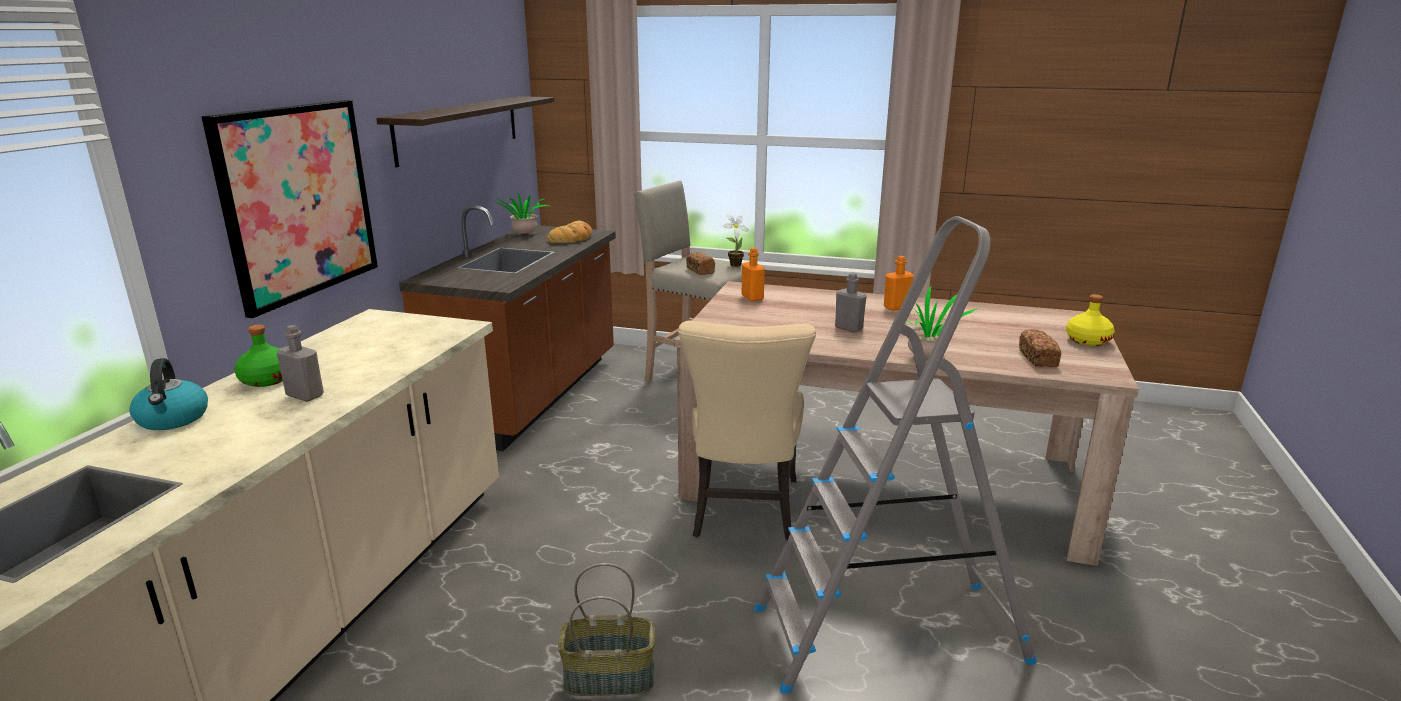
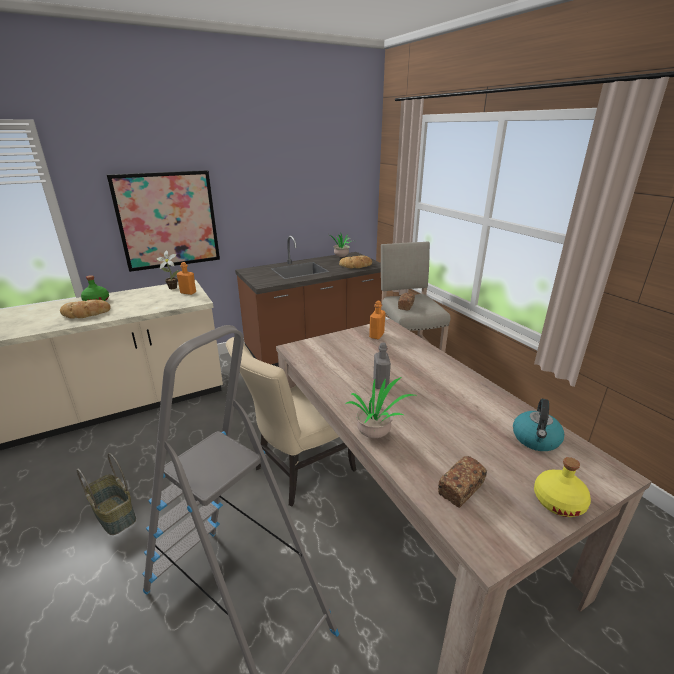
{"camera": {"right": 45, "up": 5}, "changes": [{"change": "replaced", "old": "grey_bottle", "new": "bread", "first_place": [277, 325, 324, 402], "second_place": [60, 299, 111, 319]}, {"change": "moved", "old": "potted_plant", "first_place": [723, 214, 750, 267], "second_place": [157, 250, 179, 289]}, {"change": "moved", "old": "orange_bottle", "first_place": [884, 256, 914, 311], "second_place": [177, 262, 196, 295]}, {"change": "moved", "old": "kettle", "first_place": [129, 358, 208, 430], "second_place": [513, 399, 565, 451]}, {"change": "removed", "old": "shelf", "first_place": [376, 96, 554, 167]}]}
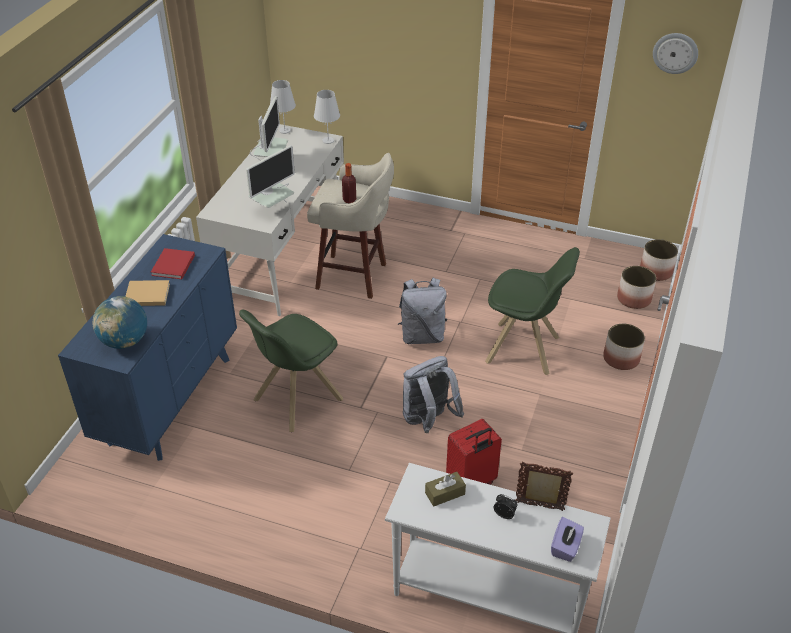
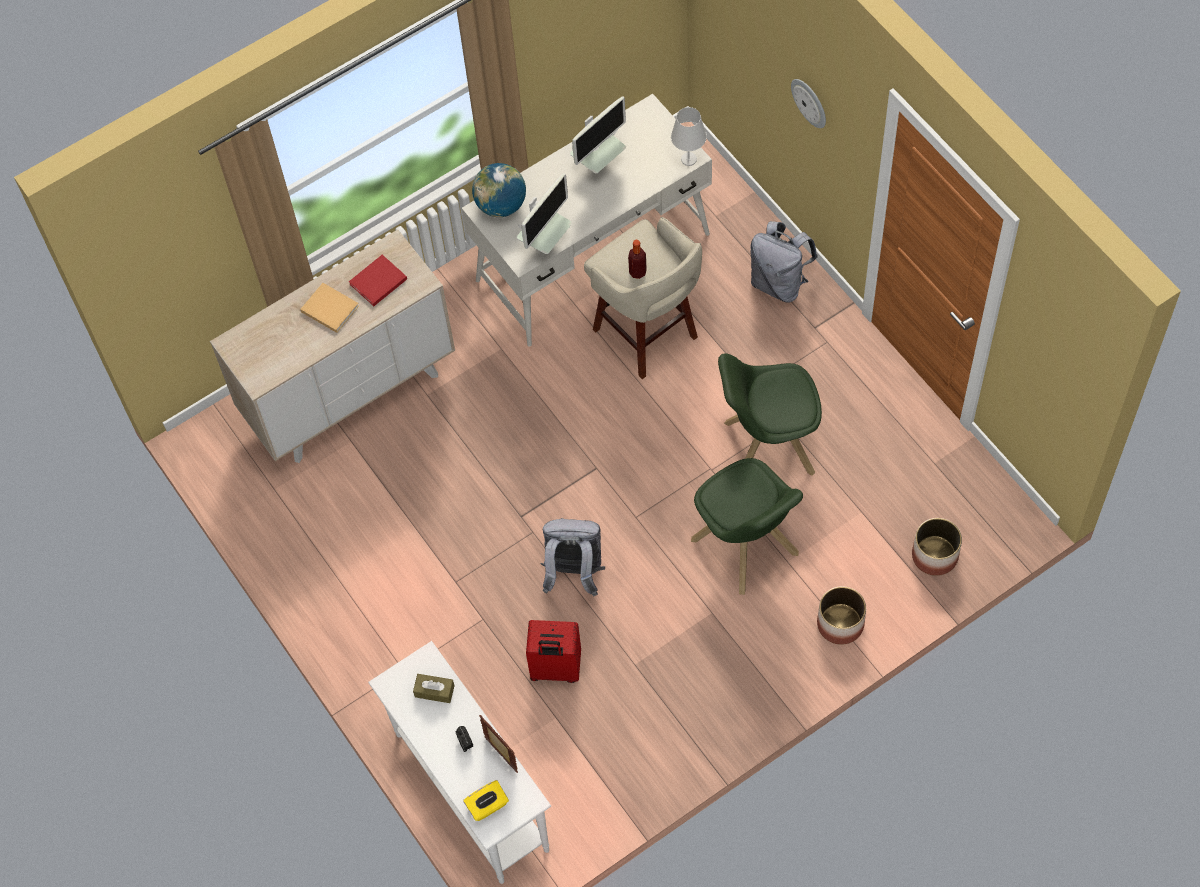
{"camera": {"right": 40, "up": 20}, "changes": [{"change": "recoloured", "old": "blue_dresser", "new": "white_dresser", "first_place": [58, 234, 237, 461], "second_place": [210, 229, 455, 463]}, {"change": "recoloured", "old": "purple_tissue_box", "new": "yellow_tissue_box", "first_place": [551, 517, 584, 562], "second_place": [463, 780, 509, 821]}, {"change": "moved", "old": "globe", "first_place": [93, 296, 147, 349], "second_place": [472, 163, 526, 217]}, {"change": "turned", "old": "monitor", "first_place": [246, 145, 295, 208], "second_place": [517, 173, 572, 254], "degrees": -45}, {"change": "moved", "old": "green_chair", "first_place": [239, 309, 343, 432], "second_place": [718, 353, 822, 476]}, {"change": "moved", "old": "grey_backpack", "first_place": [398, 278, 447, 344], "second_place": [750, 221, 818, 303]}, {"change": "moved", "old": "wall_clock", "first_place": [653, 33, 698, 74], "second_place": [791, 79, 826, 128]}, {"change": "removed", "old": "white_table_lamp", "first_place": [270, 80, 296, 134]}, {"change": "removed", "old": "planter", "first_place": [640, 239, 678, 281]}]}
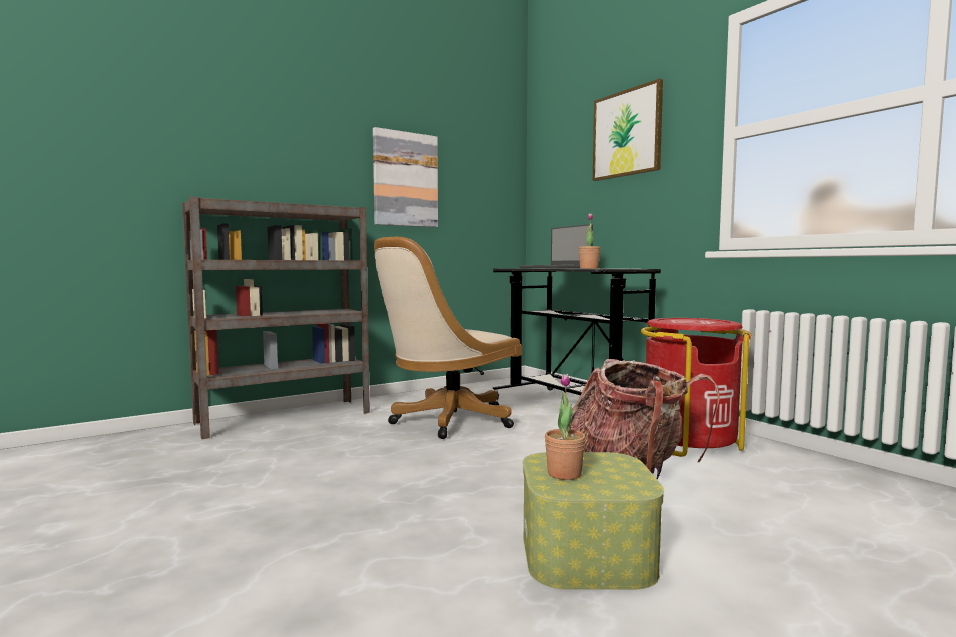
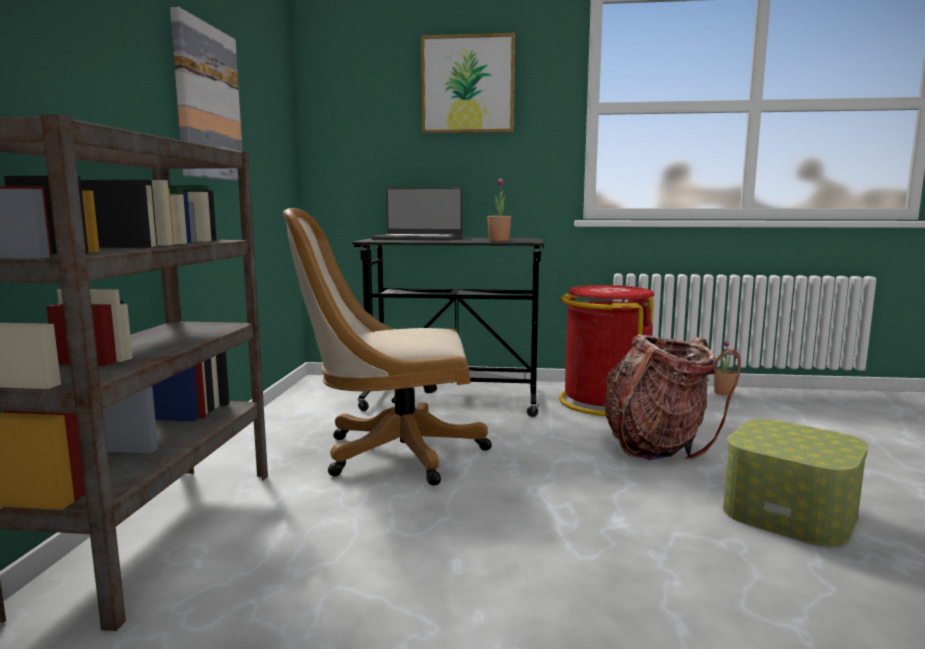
{"camera": {"right": -50, "up": 5}, "changes": [{"change": "turned", "old": "office_chair", "first_place": [374, 237, 522, 439], "second_place": [283, 208, 492, 486], "degrees": 90}, {"change": "moved", "old": "potted_plant", "first_place": [545, 374, 586, 480], "second_place": [714, 340, 737, 395]}]}
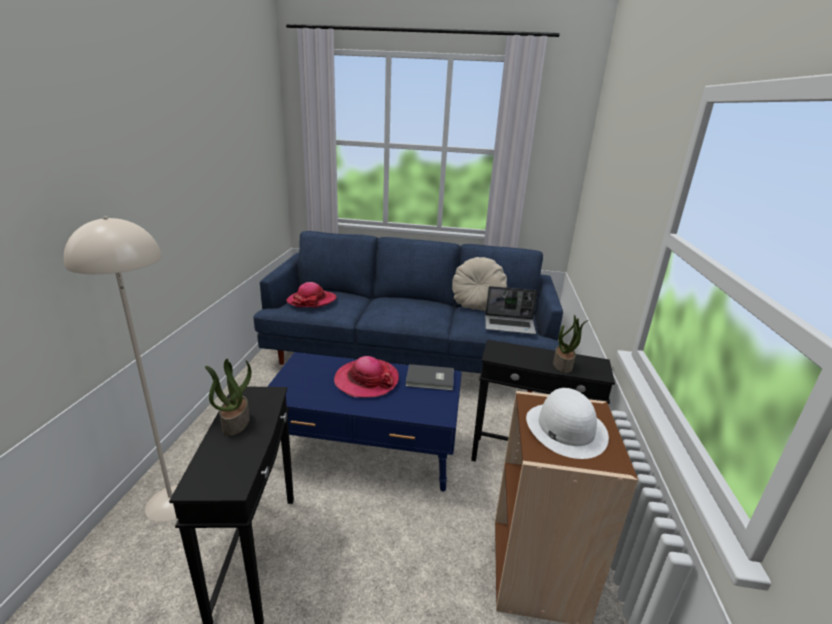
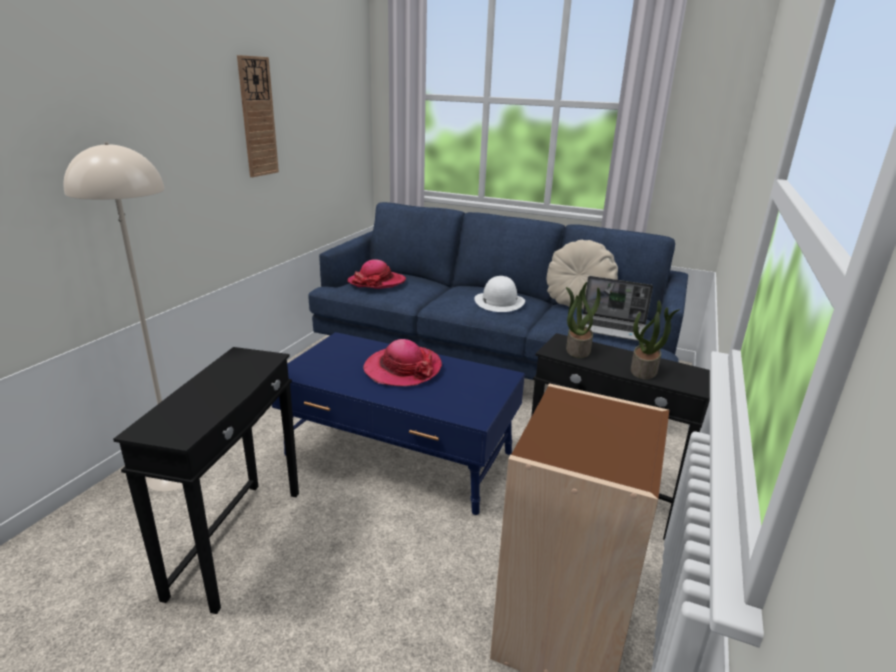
{"camera": {"right": 15, "up": 0}, "changes": [{"change": "added", "new": "wall_clock", "second_place": [237, 55, 279, 177]}, {"change": "moved", "old": "white_hat", "first_place": [526, 388, 609, 459], "second_place": [474, 276, 525, 312]}, {"change": "moved", "old": "potted_plant", "first_place": [205, 359, 252, 436], "second_place": [566, 282, 601, 358]}, {"change": "removed", "old": "grey_book", "first_place": [406, 364, 454, 391]}]}
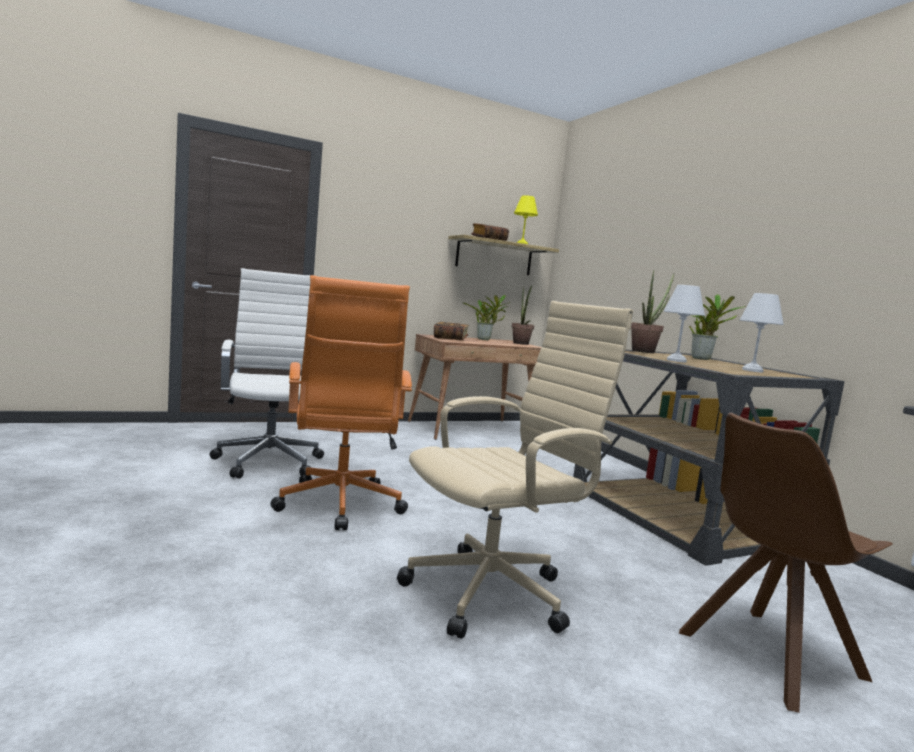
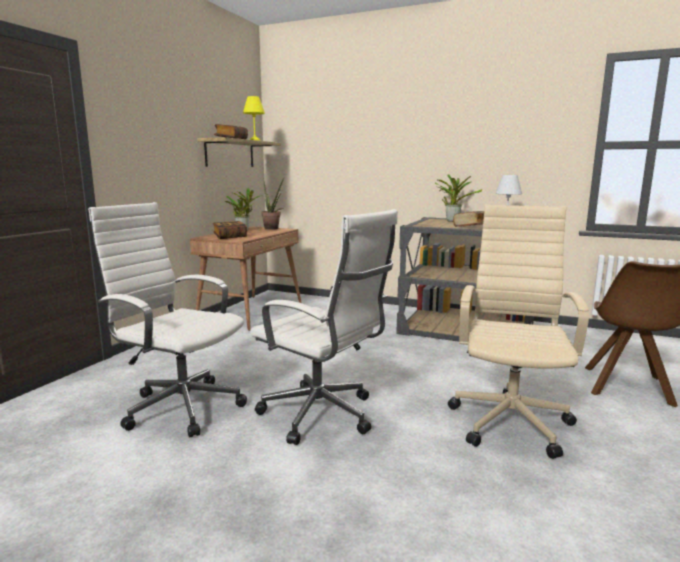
{"camera": {"right": -40, "up": 5}, "changes": [{"change": "recoloured", "old": "orange_office_chair", "new": "white_office_chair", "first_place": [270, 275, 412, 530], "second_place": [250, 209, 398, 445]}, {"change": "replaced", "old": "white_table_lamp", "new": "book", "first_place": [664, 285, 705, 363], "second_place": [453, 211, 484, 227]}, {"change": "removed", "old": "potted_plant", "first_place": [631, 271, 674, 353]}]}
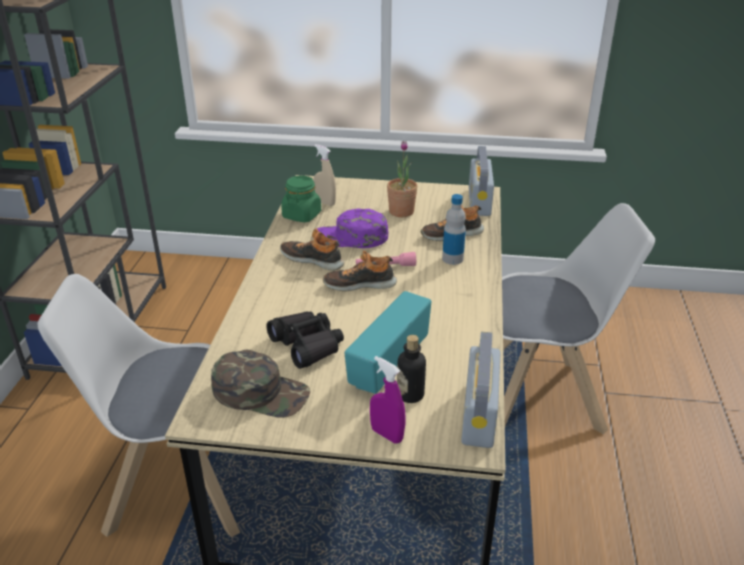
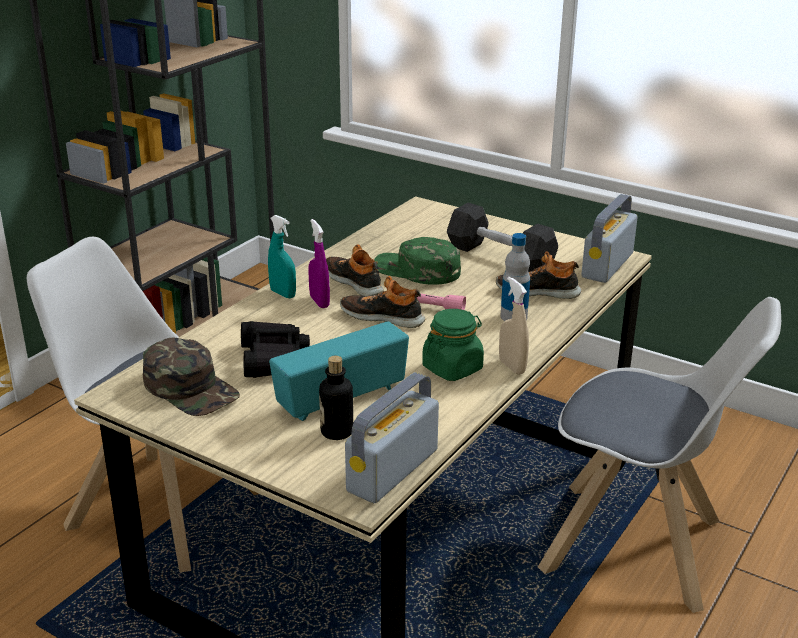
{"camera": {"right": 25, "up": -5}, "changes": [{"change": "added", "new": "turquoise_spray_bottle", "second_place": [268, 215, 296, 298]}, {"change": "moved", "old": "purple_spray_bottle", "first_place": [370, 356, 406, 444], "second_place": [308, 219, 330, 308]}, {"change": "recoloured", "old": "purple_cap", "new": "green_cap", "first_place": [317, 209, 388, 248], "second_place": [374, 237, 461, 285]}, {"change": "moved", "old": "green_jar", "first_place": [281, 176, 321, 222], "second_place": [422, 309, 484, 381]}, {"change": "replaced", "old": "potted_plant", "new": "black_dumbbell", "first_place": [387, 141, 418, 217], "second_place": [447, 203, 558, 272]}, {"change": "moved", "old": "beige_spray_bottle", "first_place": [313, 144, 336, 206], "second_place": [499, 277, 529, 375]}]}
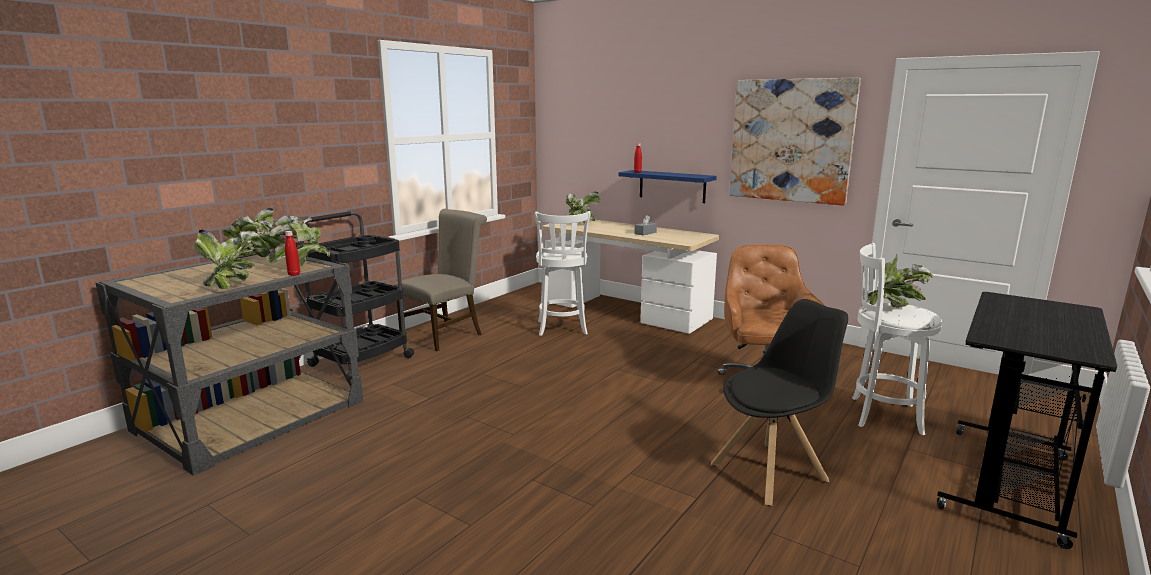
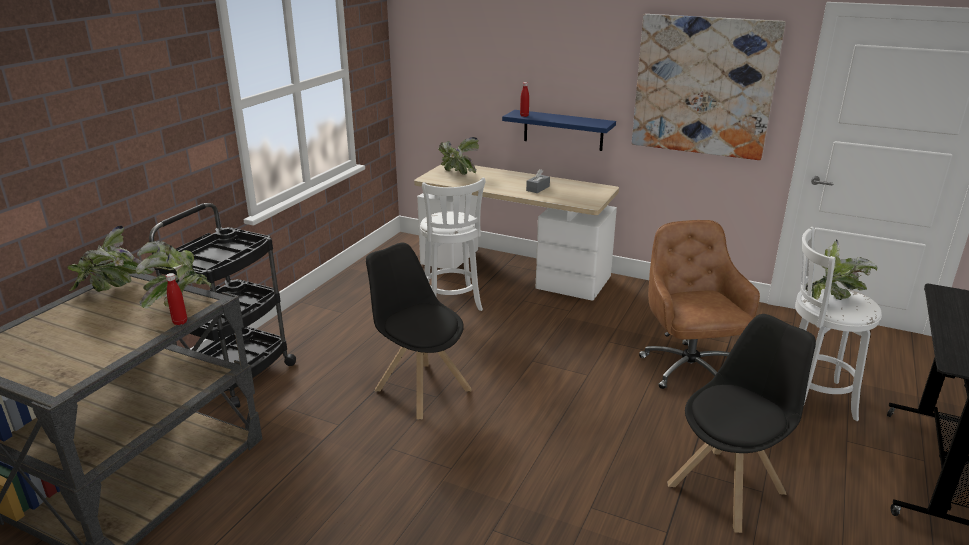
{"camera": {"right": -10, "up": 10}, "changes": [{"change": "added", "new": "black_chair", "second_place": [366, 242, 471, 420]}, {"change": "removed", "old": "potted_plant", "first_place": [194, 230, 260, 289]}, {"change": "removed", "old": "beige_chair", "first_place": [393, 209, 487, 351]}]}
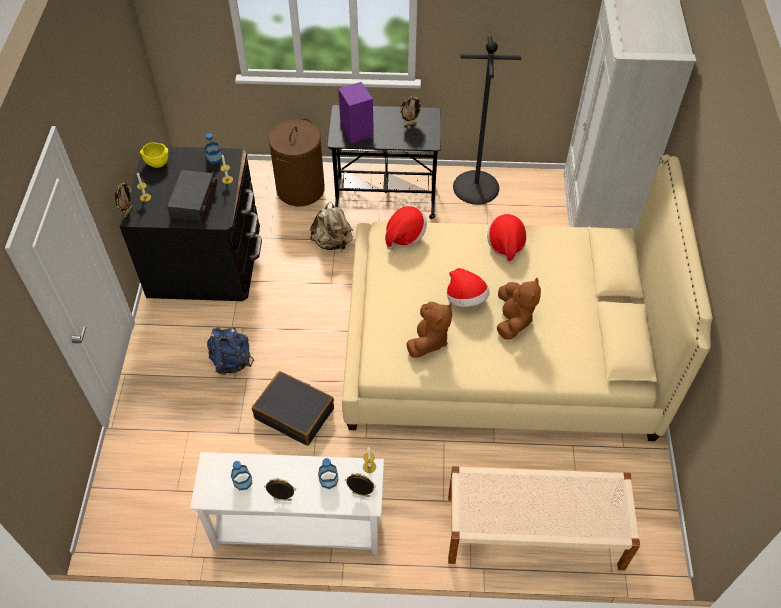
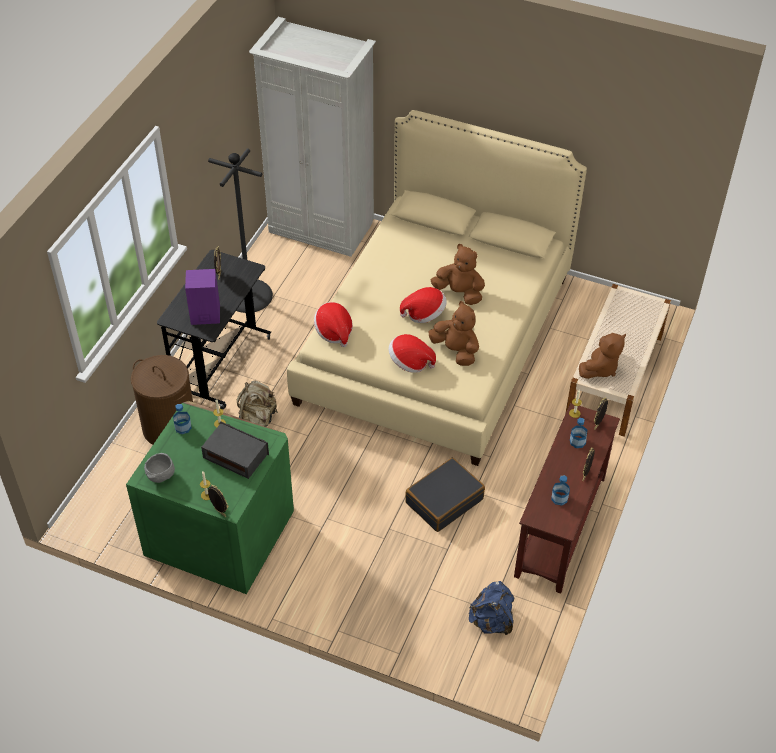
{"camera": {"right": -70, "up": -5}, "changes": [{"change": "recoloured", "old": "black_dresser", "new": "green_dresser", "first_place": [120, 146, 262, 301], "second_place": [126, 401, 294, 594]}, {"change": "recoloured", "old": "yellow_bowl", "new": "grey_bowl", "first_place": [140, 142, 168, 168], "second_place": [144, 453, 175, 483]}, {"change": "moved", "old": "hat", "first_place": [487, 214, 526, 263], "second_place": [389, 334, 436, 373]}, {"change": "moved", "old": "blue_backpack", "first_place": [207, 327, 254, 375], "second_place": [469, 581, 514, 635]}, {"change": "recoloured", "old": "white_console_table", "new": "brown_console_table", "first_place": [190, 452, 384, 557], "second_place": [514, 403, 620, 594]}, {"change": "added", "new": "brown_plush_toy", "second_place": [579, 333, 626, 379]}]}
